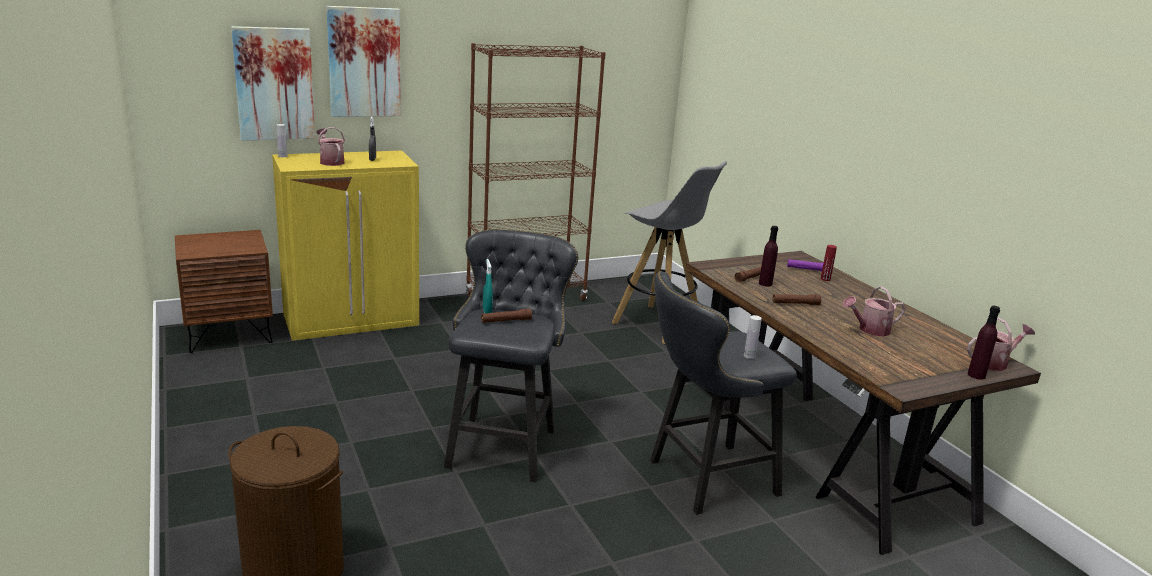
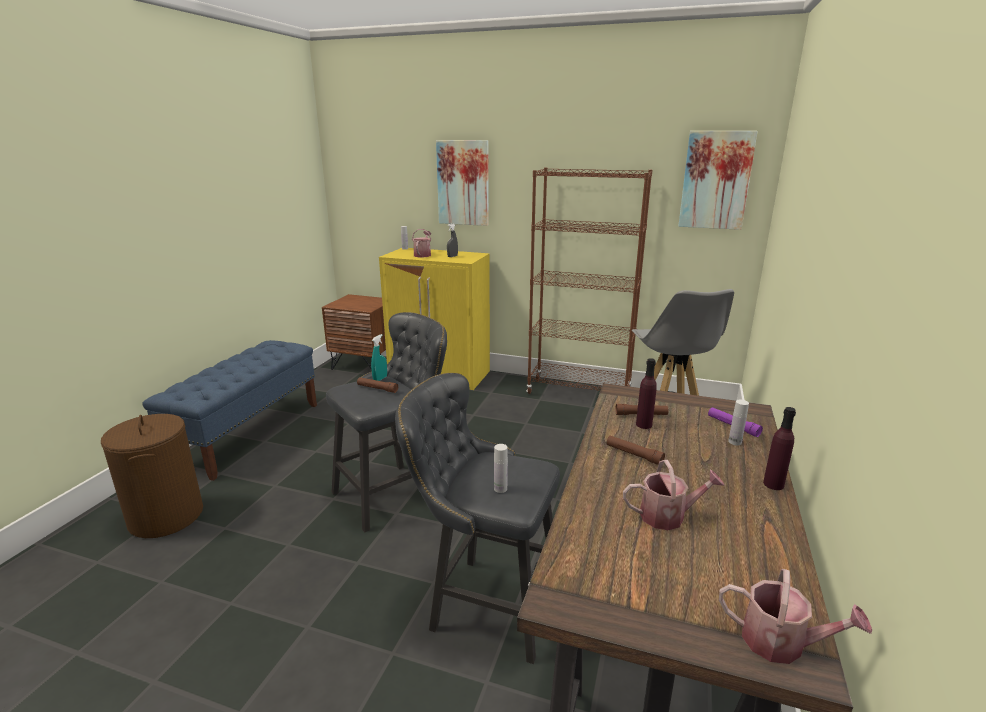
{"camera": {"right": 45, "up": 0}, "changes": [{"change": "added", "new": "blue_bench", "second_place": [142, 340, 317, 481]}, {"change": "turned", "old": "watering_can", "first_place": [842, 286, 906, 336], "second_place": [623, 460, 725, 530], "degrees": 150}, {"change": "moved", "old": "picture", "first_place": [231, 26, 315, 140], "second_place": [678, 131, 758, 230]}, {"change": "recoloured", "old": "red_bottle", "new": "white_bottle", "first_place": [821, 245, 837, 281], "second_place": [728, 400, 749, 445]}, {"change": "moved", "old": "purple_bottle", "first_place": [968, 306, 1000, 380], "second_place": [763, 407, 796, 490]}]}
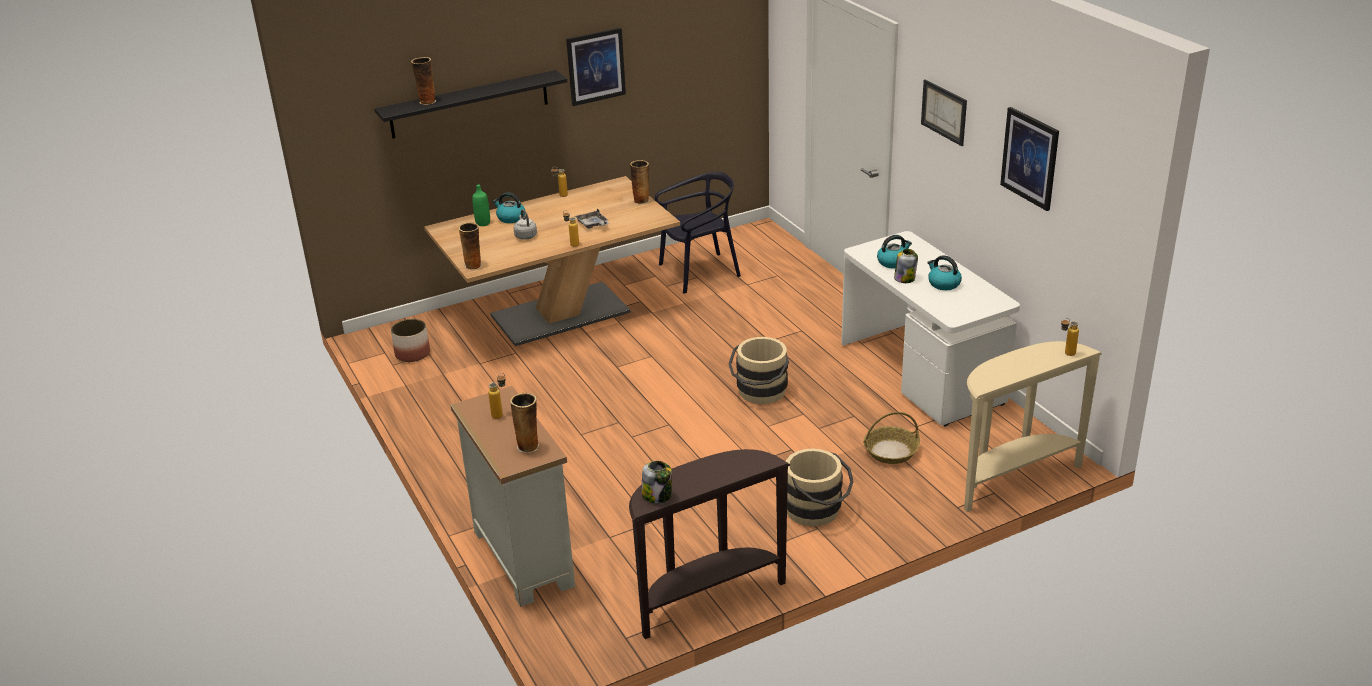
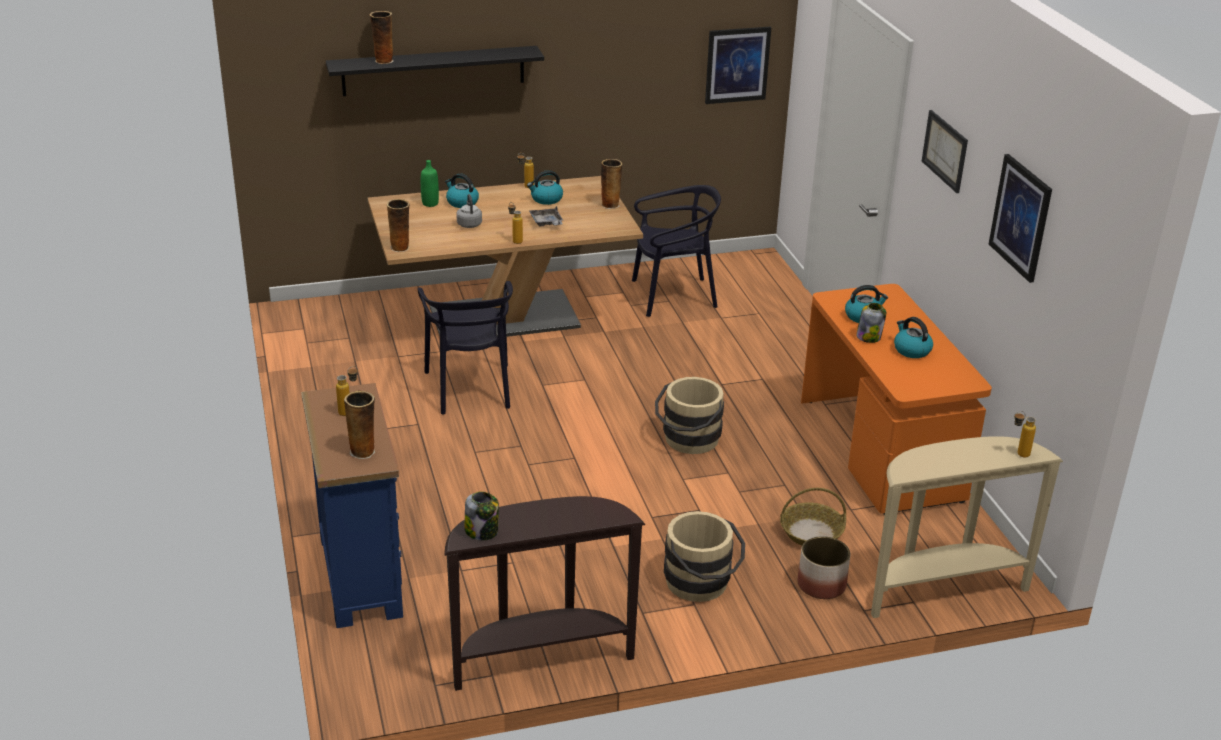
{"camera": {"right": 10, "up": 0}, "changes": [{"change": "recoloured", "old": "white_dresser", "new": "blue_dresser", "first_place": [450, 386, 575, 607], "second_place": [301, 383, 403, 628]}, {"change": "added", "new": "black_chair", "second_place": [418, 281, 513, 415]}, {"change": "added", "new": "kettle", "second_place": [527, 170, 563, 205]}, {"change": "moved", "old": "picture", "first_place": [566, 28, 626, 106], "second_place": [705, 27, 771, 104]}, {"change": "moved", "old": "planter", "first_place": [391, 319, 430, 362], "second_place": [798, 536, 850, 599]}, {"change": "recoloured", "old": "white_desk", "new": "orange_desk", "first_place": [841, 231, 1020, 426], "second_place": [801, 284, 992, 515]}]}
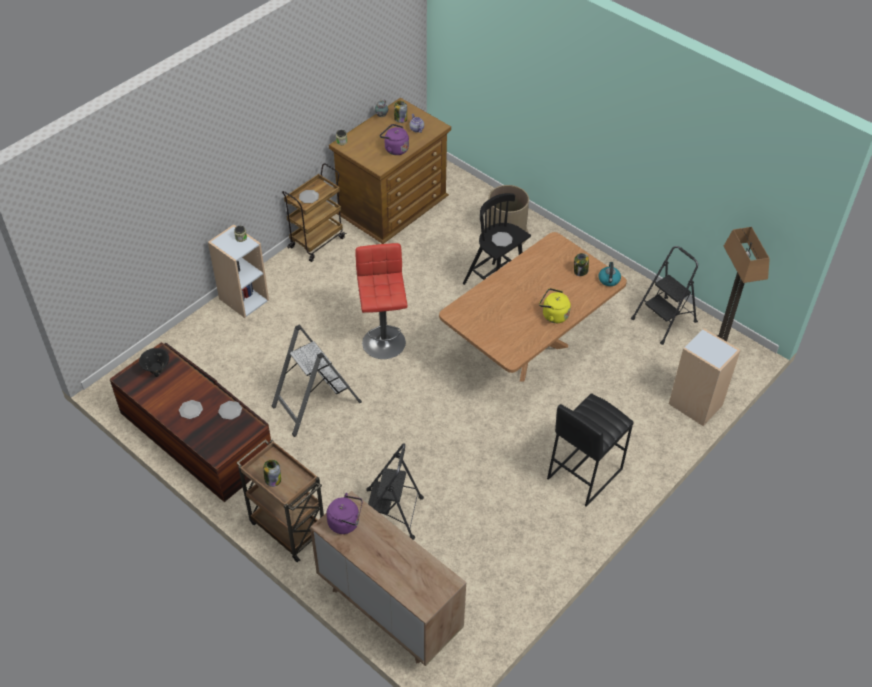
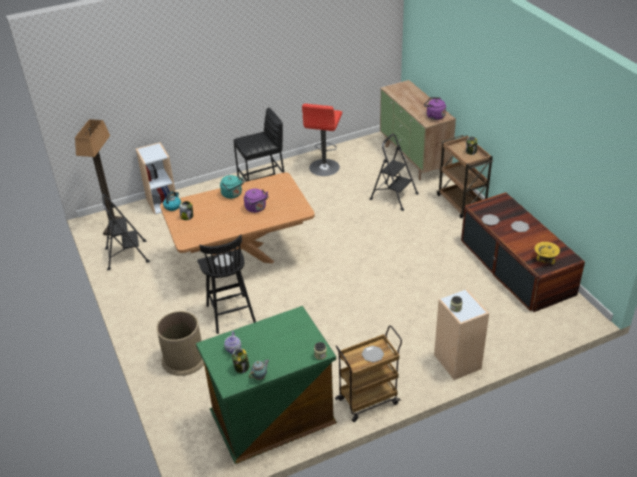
{"camera": {"right": -155, "up": -10}, "changes": [{"change": "recoloured", "old": "brown_dresser", "new": "green_dresser", "first_place": [329, 98, 451, 244], "second_place": [196, 306, 337, 464]}, {"change": "recoloured", "old": "yellow_kettle", "new": "turquoise_kettle", "first_place": [539, 288, 571, 323], "second_place": [220, 175, 244, 199]}, {"change": "moved", "old": "purple_kettle", "first_place": [379, 124, 409, 155], "second_place": [244, 188, 269, 213]}, {"change": "moved", "old": "red_stool", "first_place": [355, 243, 407, 359], "second_place": [302, 104, 342, 176]}, {"change": "recoloured", "old": "black_bowl", "new": "yellow_bowl", "first_place": [139, 348, 169, 377], "second_place": [535, 242, 560, 264]}, {"change": "removed", "old": "grey_step_ladder", "first_place": [271, 325, 362, 437]}]}
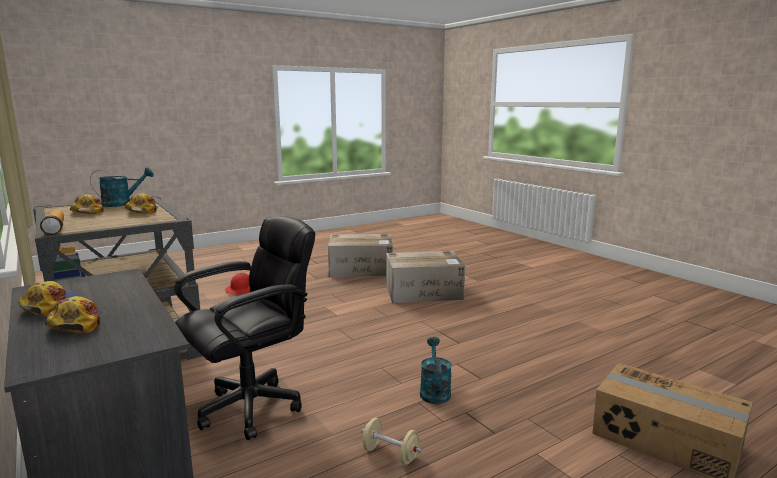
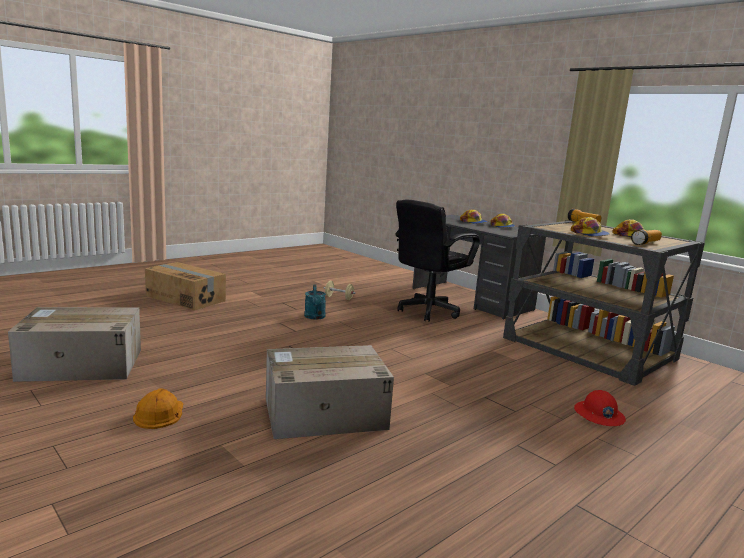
{"camera": {"right": 170, "up": 0}, "changes": [{"change": "moved", "old": "cardboard_box", "first_place": [328, 234, 393, 277], "second_place": [8, 307, 141, 382]}, {"change": "added", "new": "orange_hard_hat", "second_place": [133, 388, 183, 429]}, {"change": "replaced", "old": "turquoise_watering_can", "new": "flashlight", "first_place": [90, 167, 154, 207], "second_place": [631, 230, 662, 245]}]}
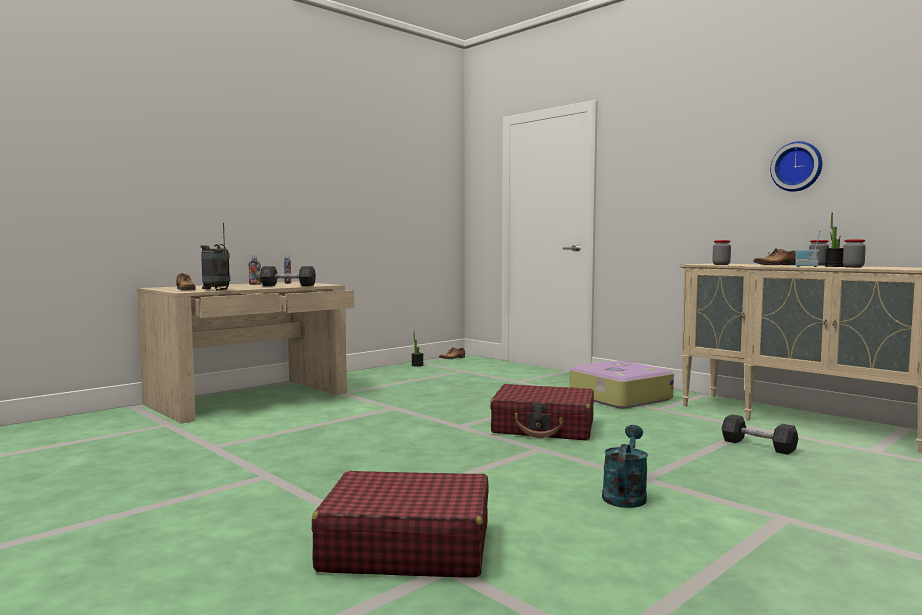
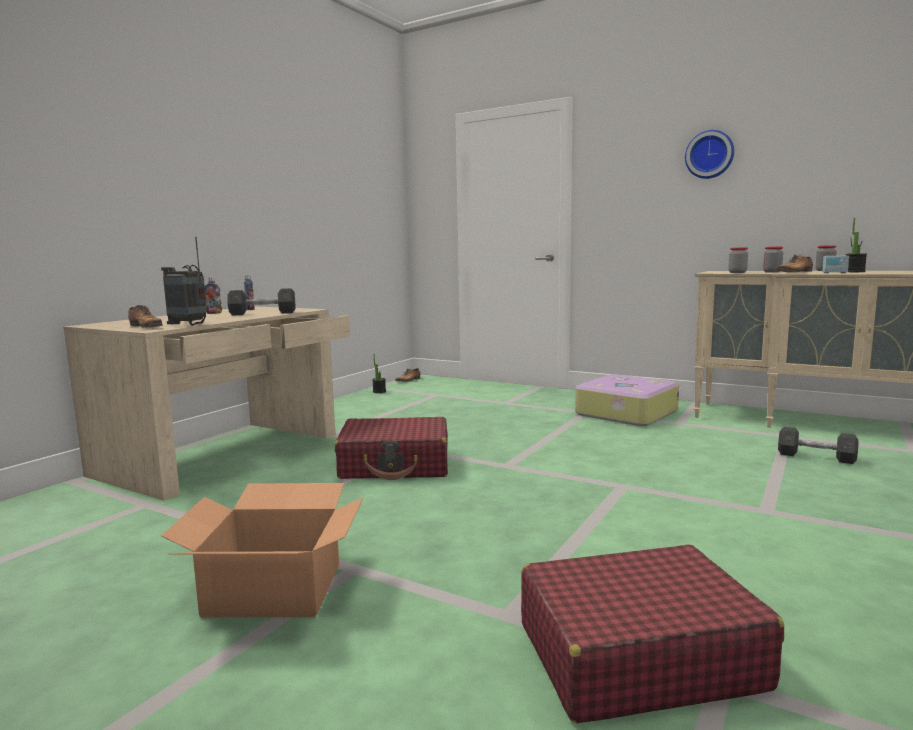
{"camera": {"right": -15, "up": 5}, "changes": [{"change": "added", "new": "cardboard_box", "second_place": [161, 483, 363, 617]}, {"change": "moved", "old": "red_suitcase", "first_place": [490, 384, 594, 440], "second_place": [335, 417, 448, 480]}, {"change": "moved", "old": "wall_clock", "first_place": [770, 141, 822, 192], "second_place": [685, 130, 734, 179]}, {"change": "moved", "old": "jar", "first_place": [843, 239, 866, 268], "second_place": [763, 247, 783, 273]}, {"change": "removed", "old": "turquoise_watering_can", "first_place": [602, 425, 648, 508]}]}
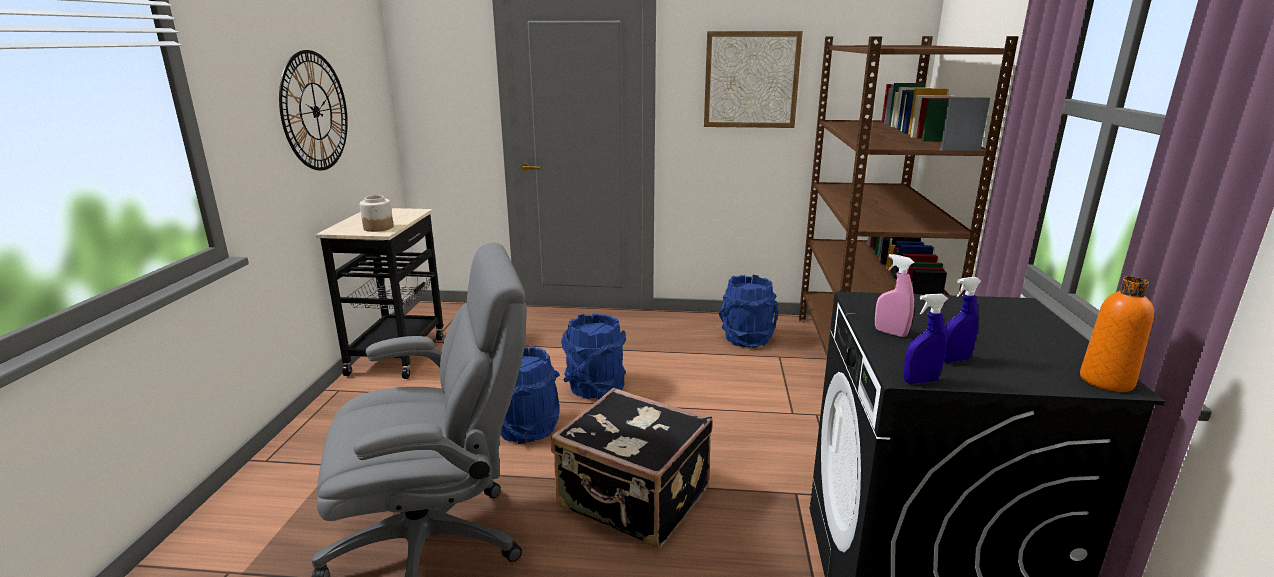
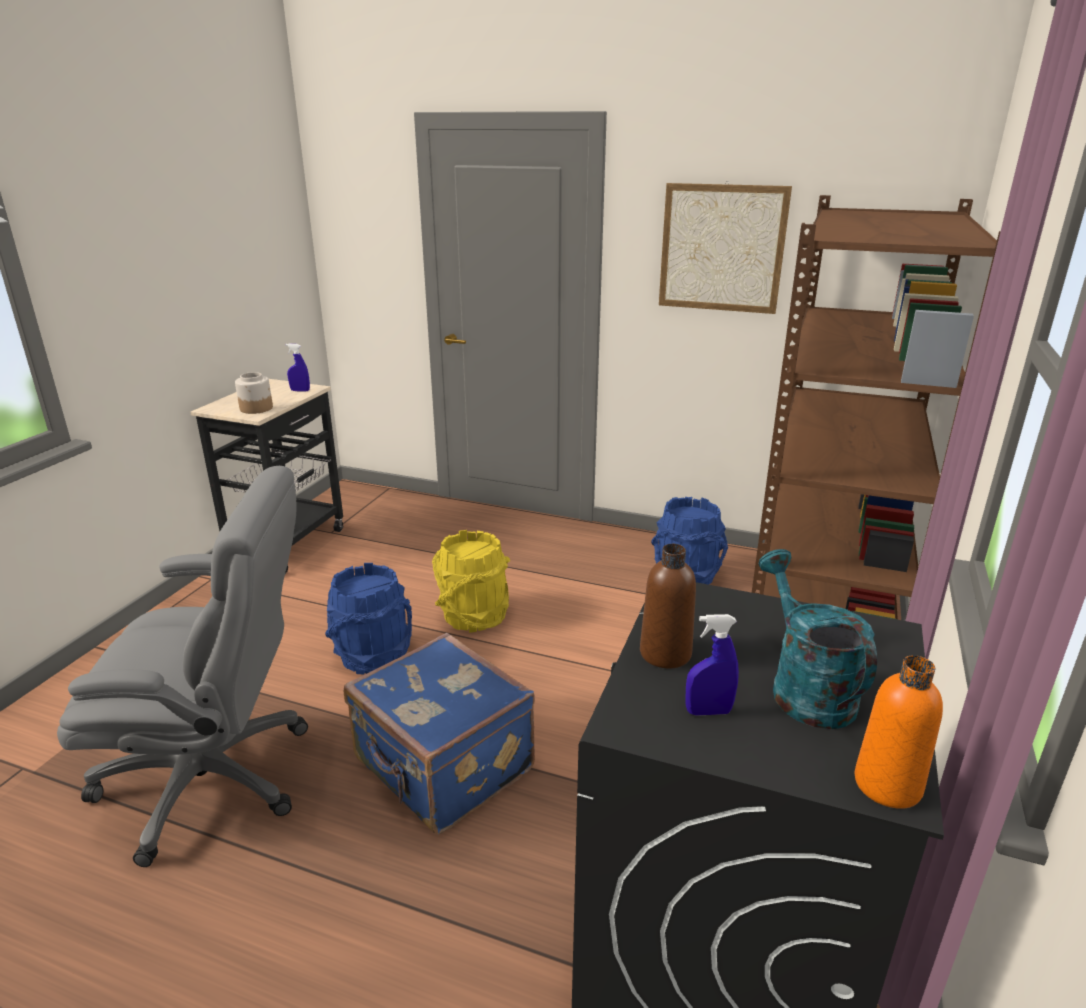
{"camera": {"right": 15, "up": 5}, "changes": [{"change": "moved", "old": "blue_spray_bottle", "first_place": [904, 293, 948, 384], "second_place": [286, 344, 310, 391]}, {"change": "recoloured", "old": "black_suitcase", "new": "blue_suitcase", "first_place": [551, 388, 713, 548], "second_place": [344, 633, 535, 834]}, {"change": "recoloured", "old": "blue_bucket", "new": "yellow_bucket", "first_place": [561, 314, 626, 400], "second_place": [432, 530, 510, 633]}, {"change": "replaced", "old": "pink_spray_bottle", "new": "brown_bottle", "first_place": [875, 254, 914, 337], "second_place": [640, 544, 696, 668]}, {"change": "added", "new": "turquoise_watering_can", "second_place": [758, 549, 877, 729]}, {"change": "removed", "old": "wall_clock", "first_place": [279, 50, 348, 171]}]}
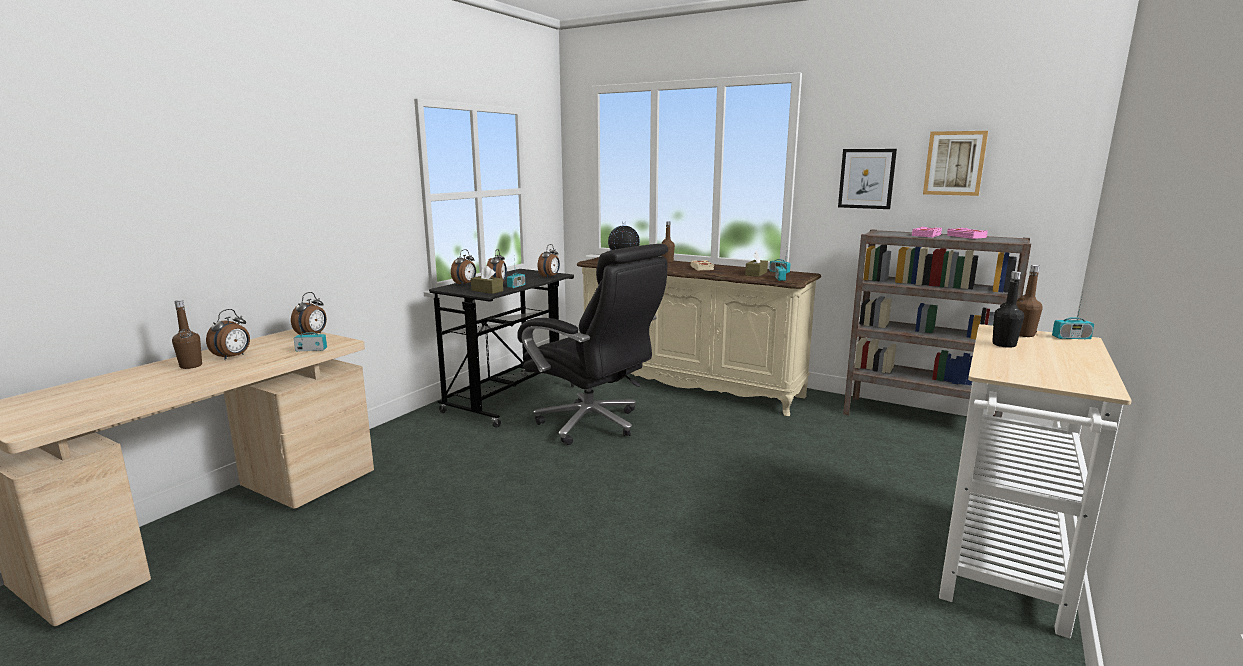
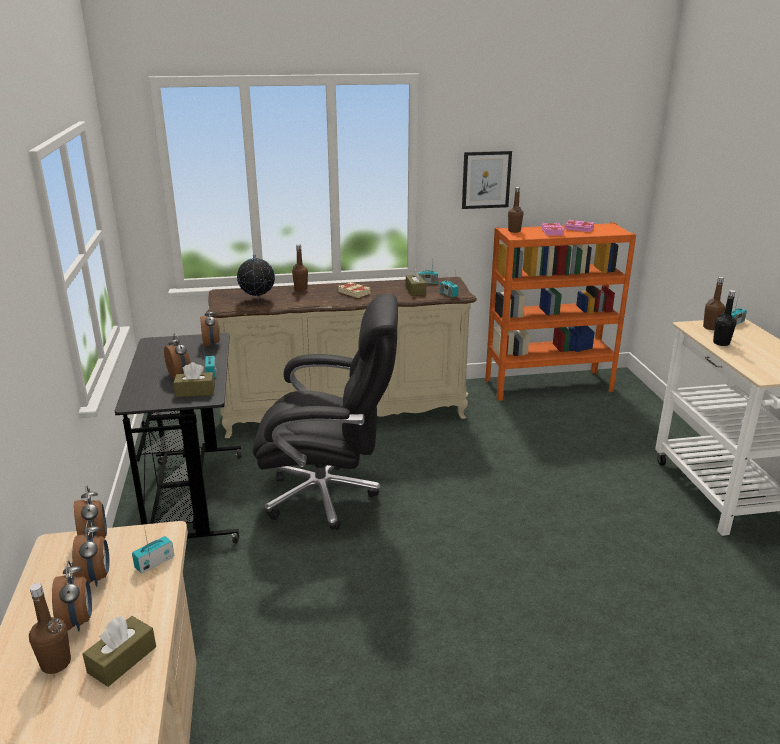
{"camera": {"right": -40, "up": 10}, "changes": [{"change": "moved", "old": "alarm_clock", "first_place": [451, 249, 476, 285], "second_place": [72, 520, 109, 587]}, {"change": "added", "new": "brown_tissue_box", "second_place": [83, 616, 156, 687]}, {"change": "recoloured", "old": "grey_bookcase", "new": "orange_bookcase", "first_place": [843, 229, 1031, 418], "second_place": [485, 222, 636, 401]}, {"change": "added", "new": "brown_bottle", "second_place": [508, 187, 523, 233]}, {"change": "removed", "old": "picture", "first_place": [923, 131, 988, 196]}]}
